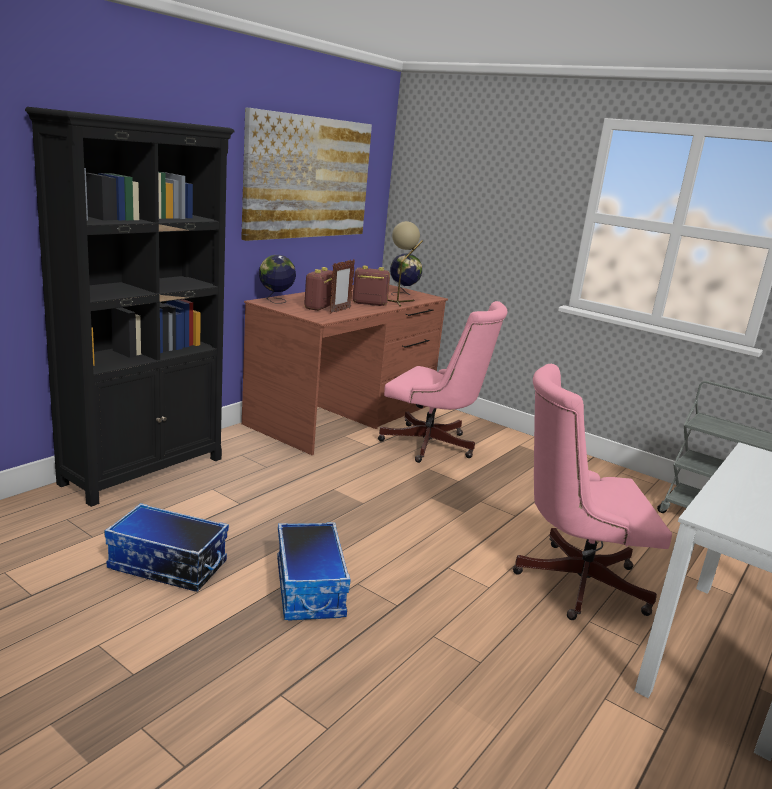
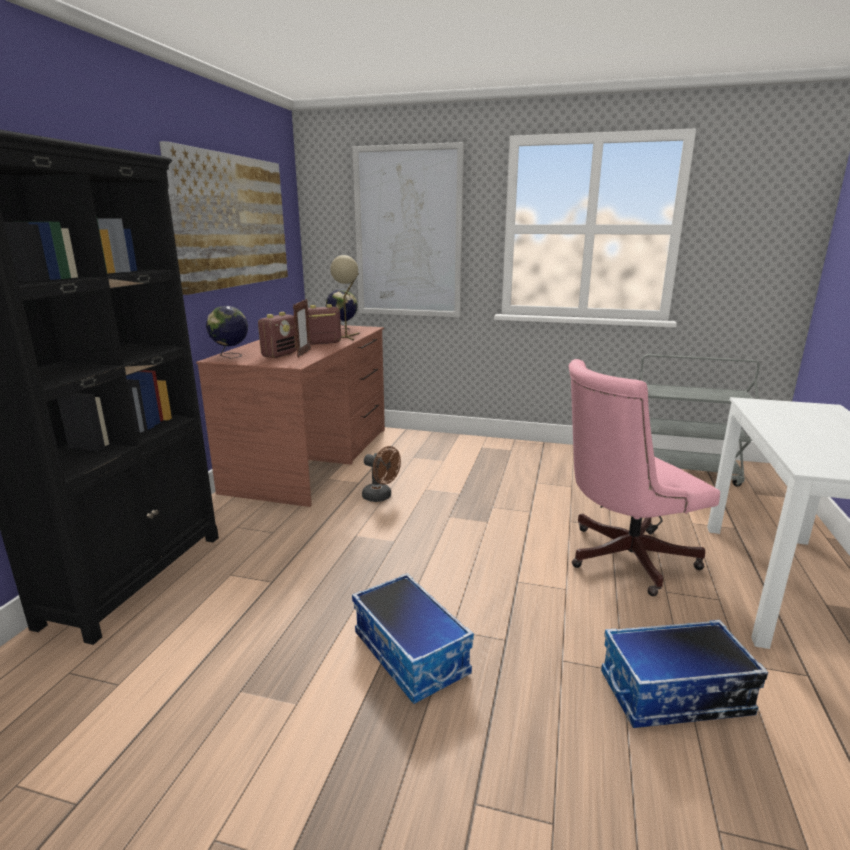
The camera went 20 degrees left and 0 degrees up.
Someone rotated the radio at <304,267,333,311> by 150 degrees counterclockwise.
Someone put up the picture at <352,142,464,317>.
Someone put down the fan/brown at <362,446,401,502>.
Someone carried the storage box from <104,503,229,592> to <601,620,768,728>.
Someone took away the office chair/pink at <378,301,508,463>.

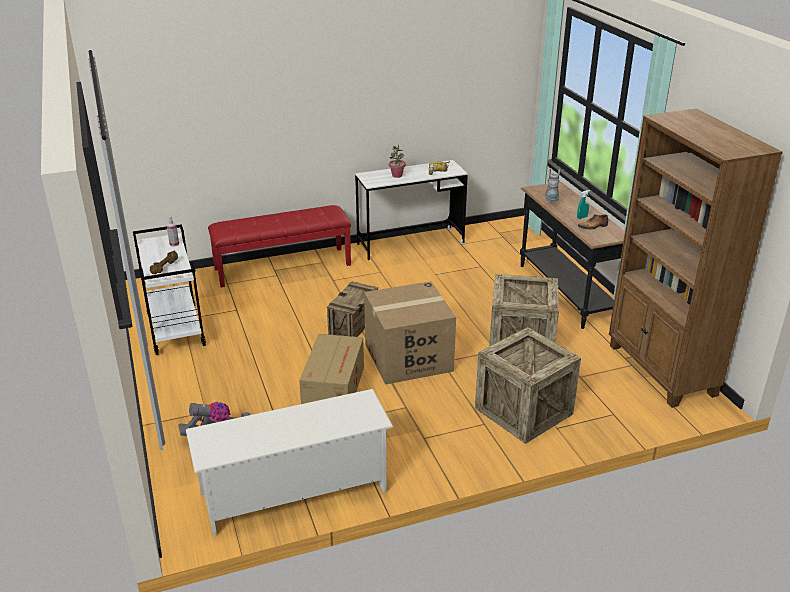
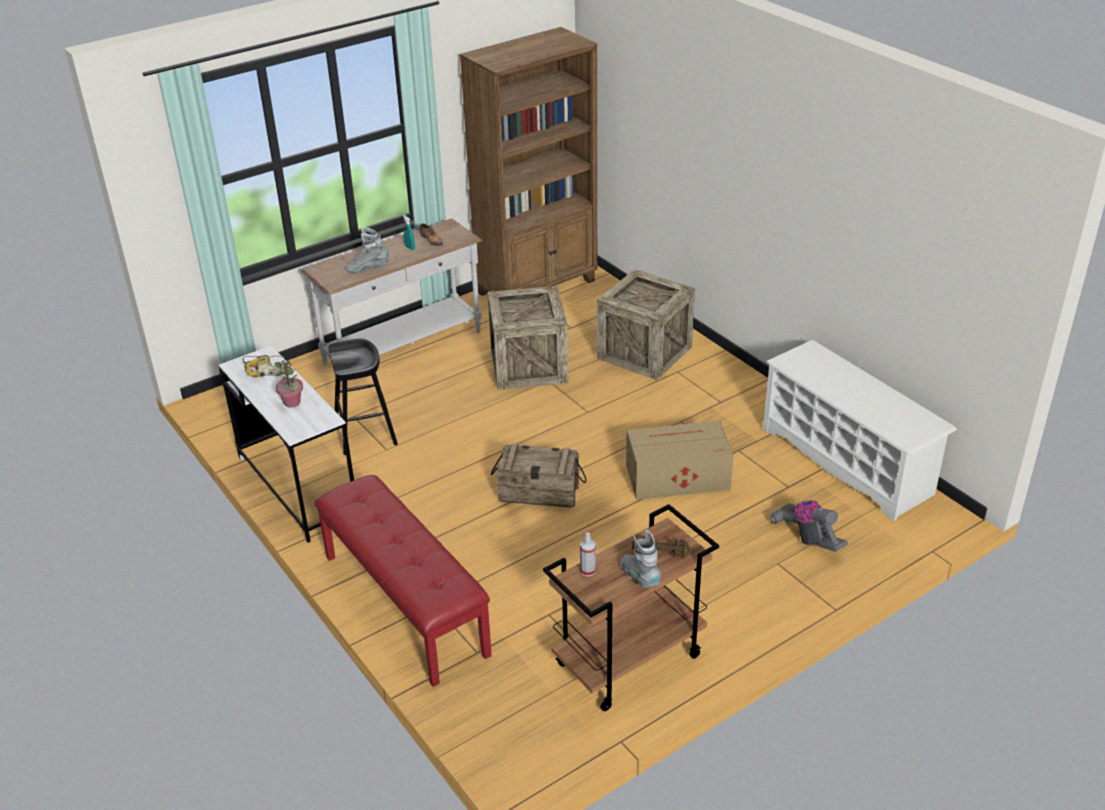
The camera went 105 degrees left and 5 degrees up.
Someone repainted the console table/black at <520,182,625,329>, which became the console table/white at <302,218,483,385>.
Someone put down the stool/black at <329,338,398,455>.
Someone repainted the cart/white at <133,224,206,355>, which became the cart/brown at <543,504,719,711>.
Someone put down the boot/grey at <620,530,661,588>.
Someone took away the cardboard box at <364,281,456,385>.

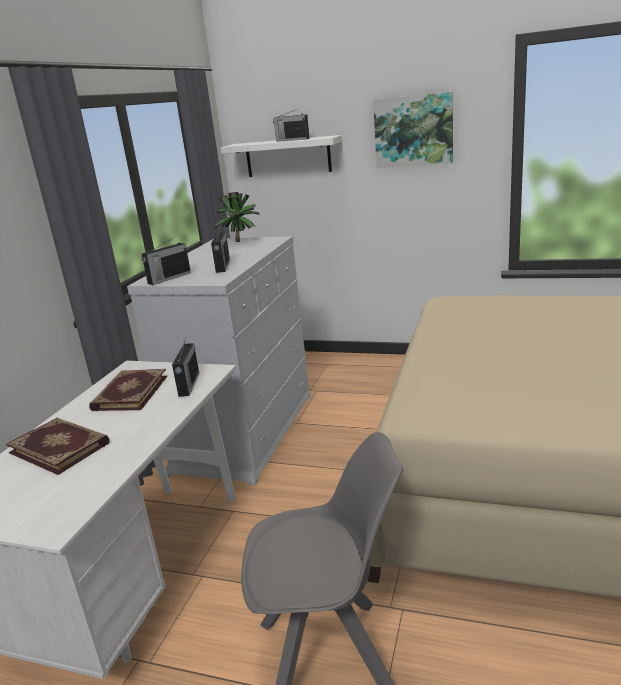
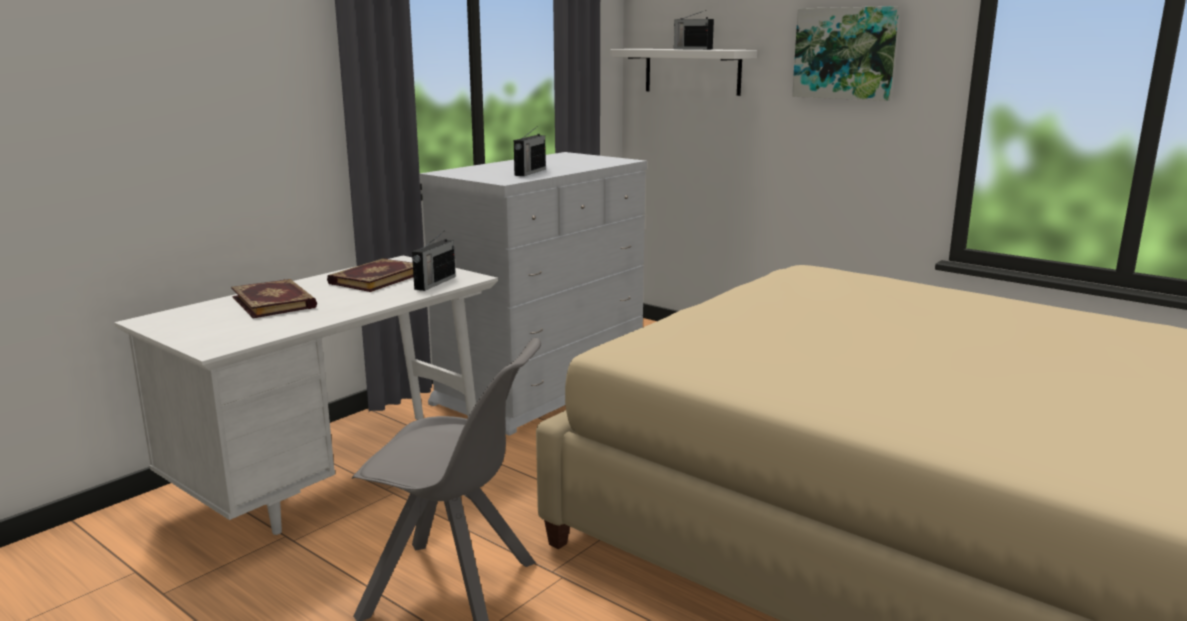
The camera went 20 degrees right and 5 degrees down.
Someone took away the radio at <142,238,191,285>.
Someone took away the potted plant at <214,192,260,242>.

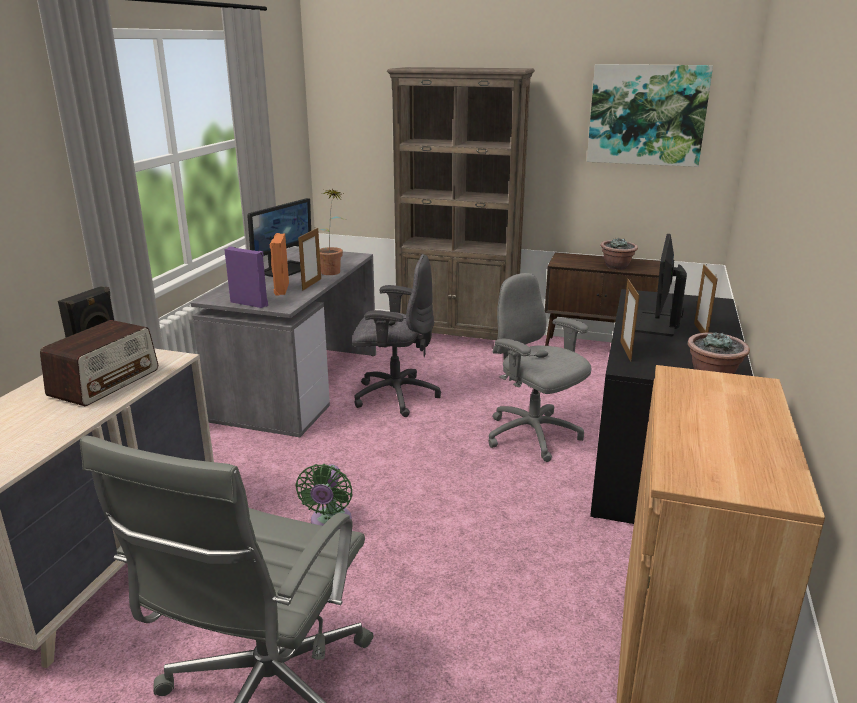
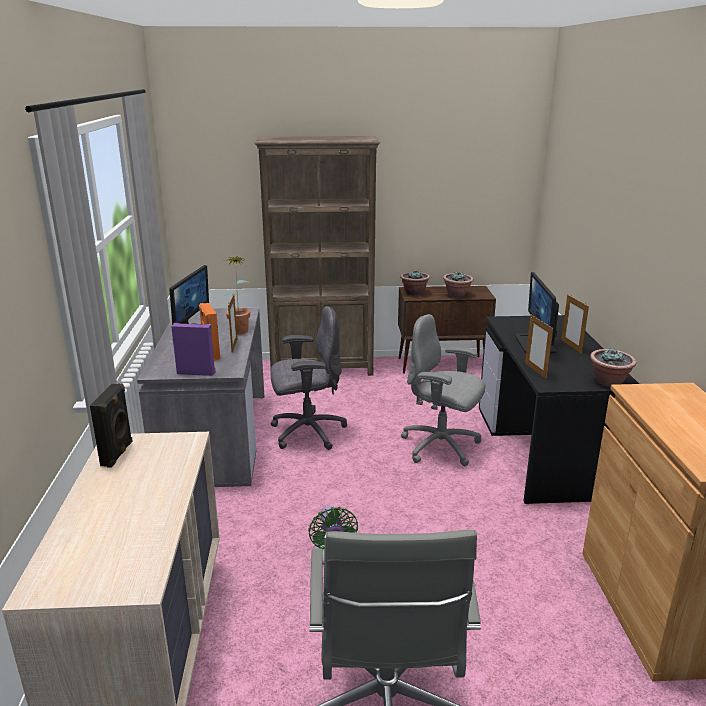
The camera went 20 degrees left and 0 degrees up.
Someone put down the potted plant at <400,269,430,296>.
Someone took away the radio at <40,320,158,406>.
Someone took away the picture at <587,64,713,167>.

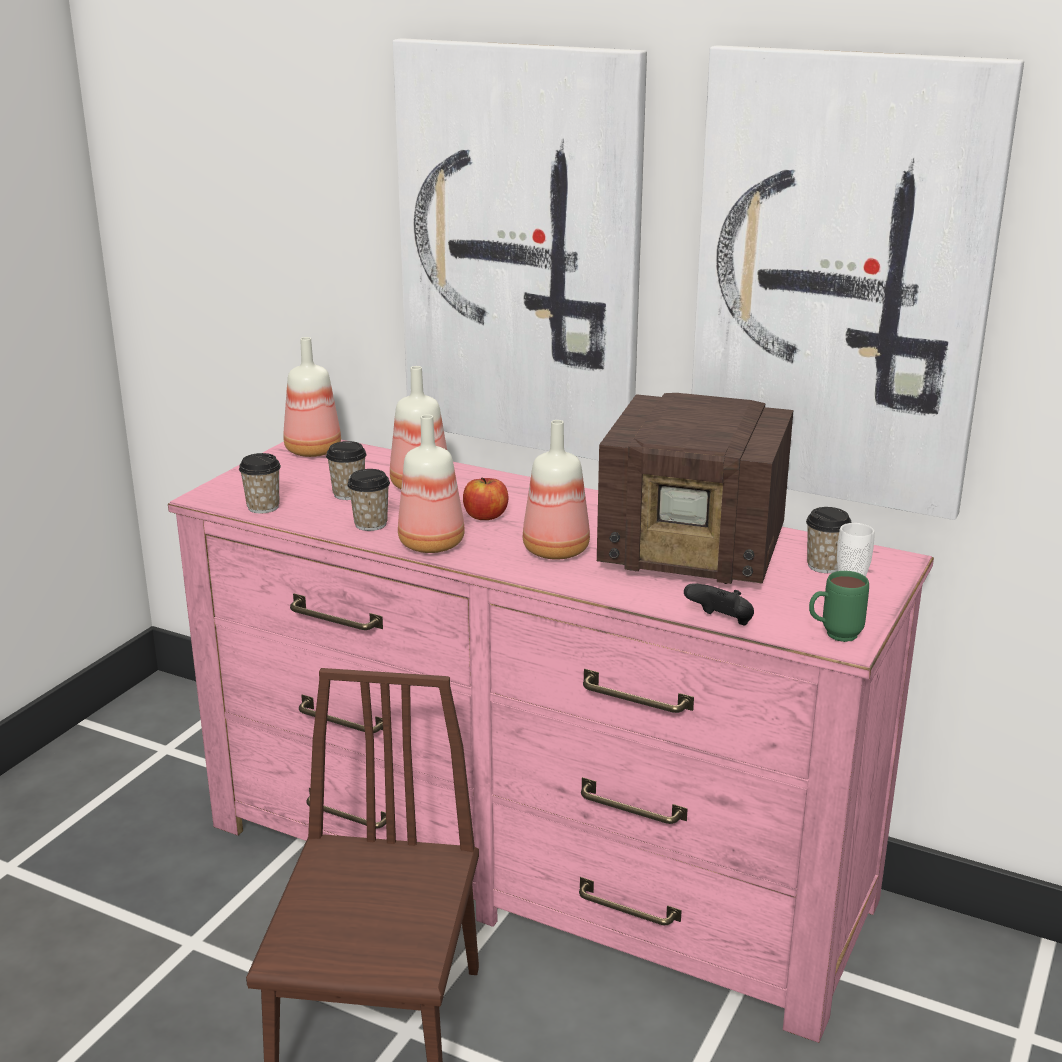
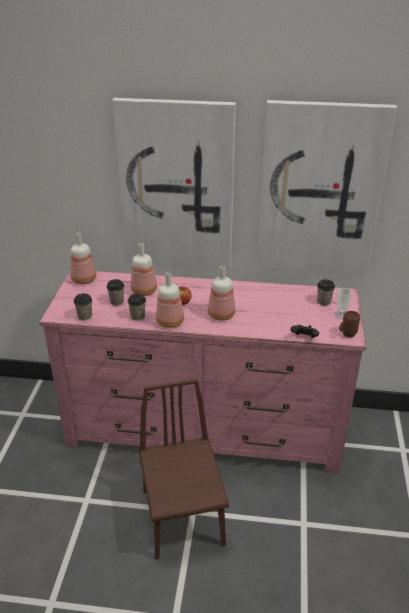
The camera went 20 degrees left and 10 degrees up.
Someone repainted the mug/green at <809,571,869,642>, which became the mug/brown at <339,311,360,338>.
Someone took away the radio at <597,393,793,584>.

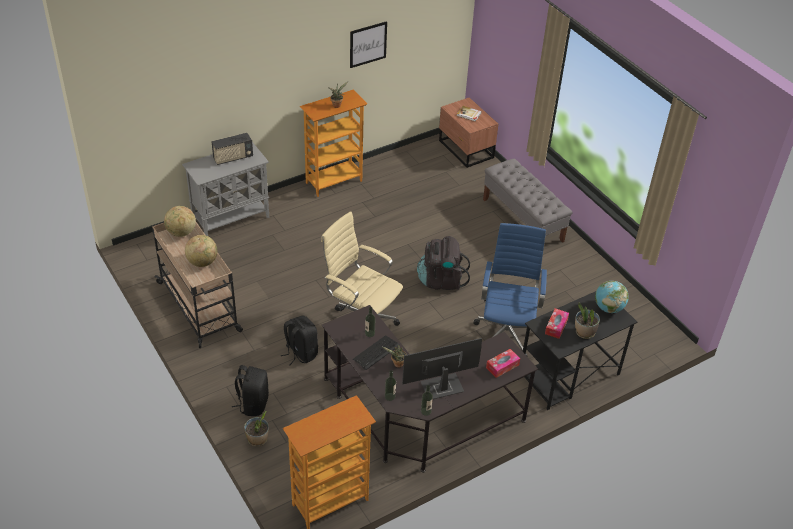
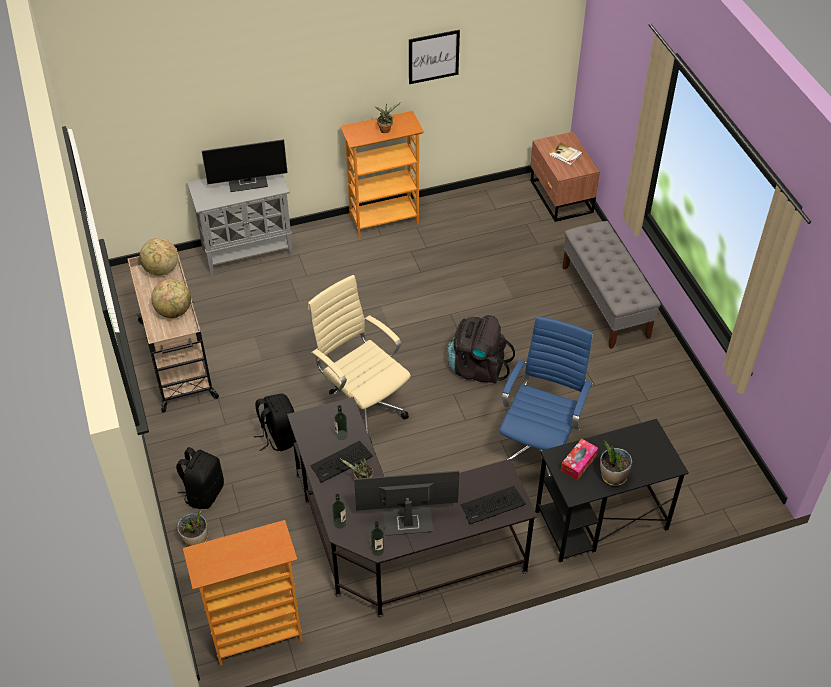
The camera went 15 degrees right and 5 degrees up.
Someone swapped the radio at <211,133,253,165> for the monitor at <202,139,288,192>.
Someone swapped the tissue box at <486,349,520,378> for the keyboard at <461,486,526,524>.
Someone took away the globe at <595,281,629,313>.

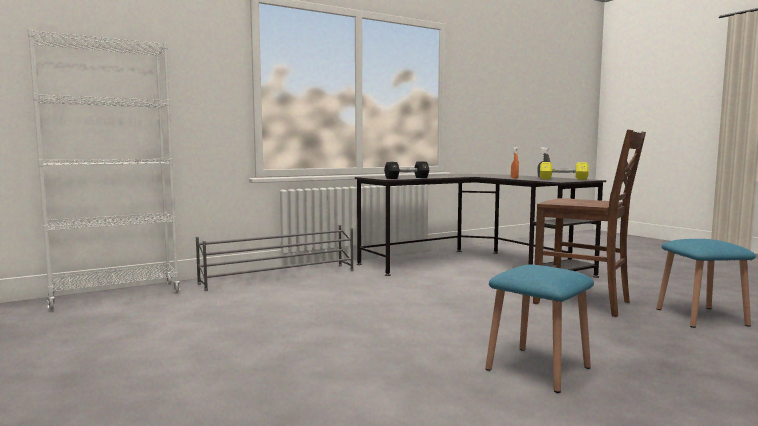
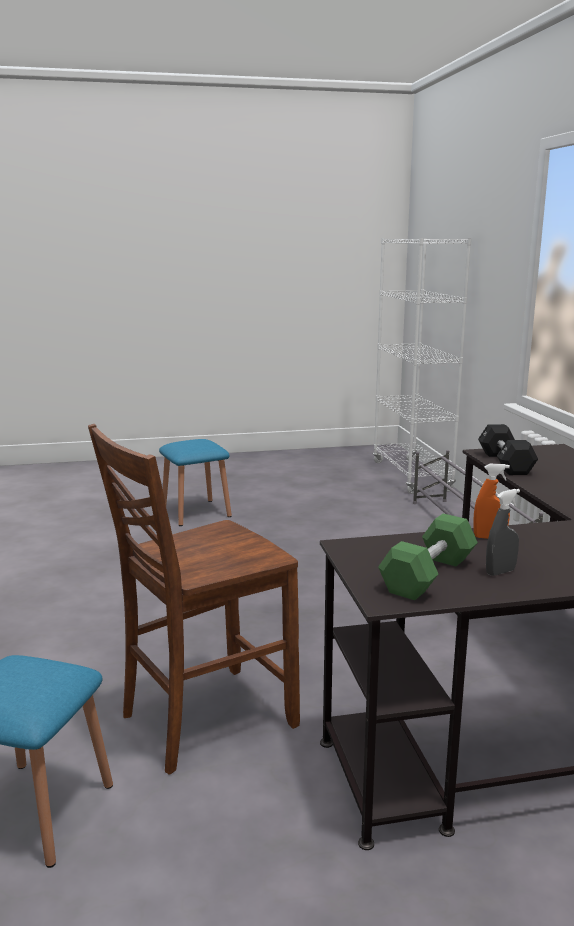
The camera went 110 degrees right and 10 degrees up.
Someone carried the stool/blue from <485,265,594,393> to <159,439,232,526>.
Someone repainted the dumbbell/yellow at <540,162,589,180>, which became the dumbbell/green at <378,514,478,600>.

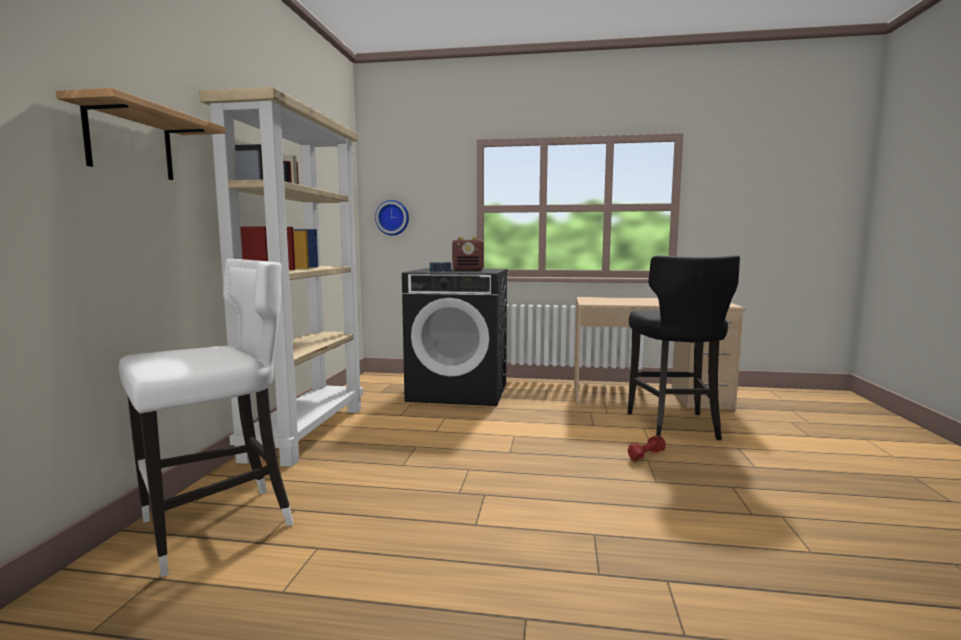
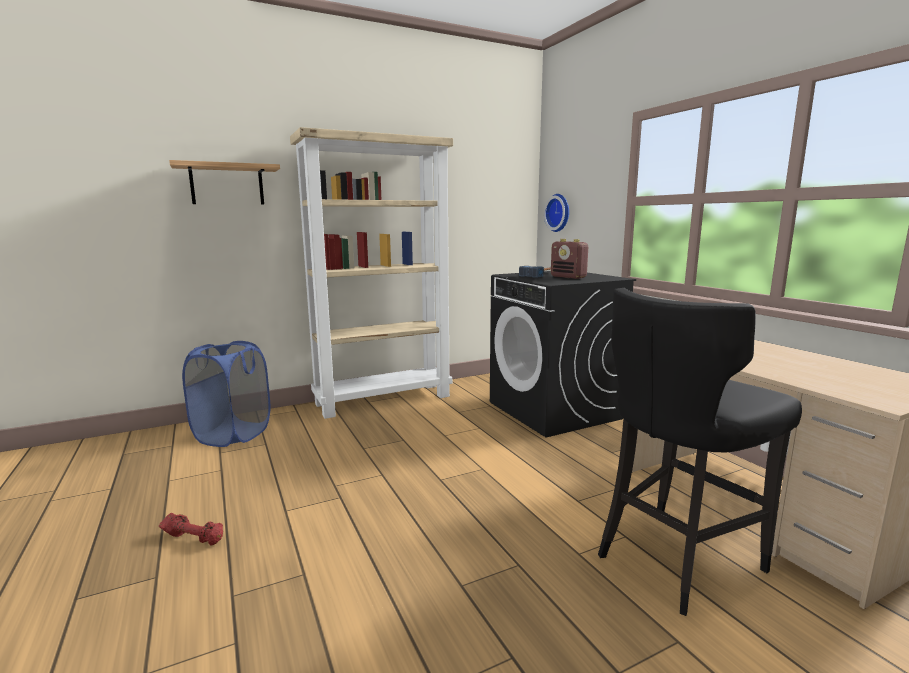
The camera went 55 degrees right and 5 degrees up.
Someone carried the dumbbell/red from <628,436,666,461> to <159,513,223,546>.
Someone swapped the stool/white at <119,259,293,577> for the laundry basket/blue at <182,341,270,447>.

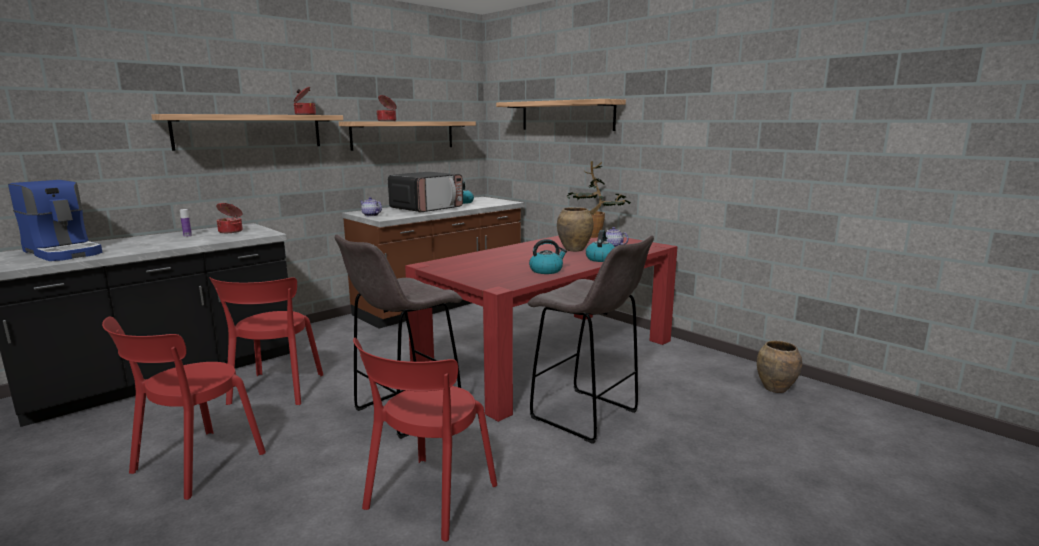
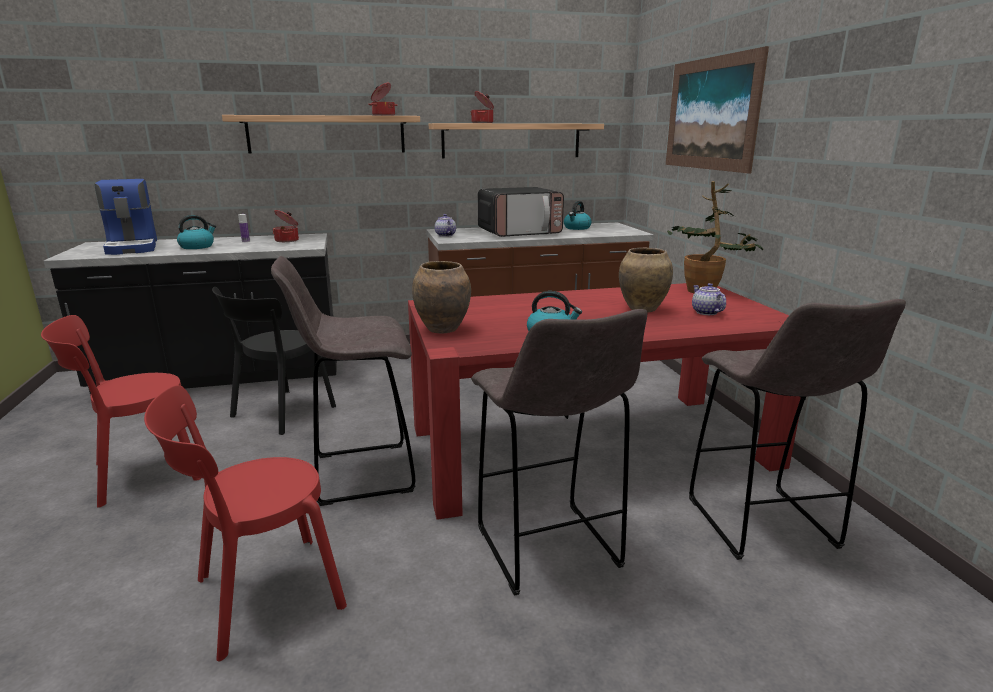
The camera went 30 degrees right and 5 degrees up.
Someone carried the kettle from <586,230,615,262> to <177,215,216,249>.
Someone repainted the chair/red at <209,277,323,405>, which became the chair/black at <212,287,336,435>.
Someone carried the vase/brown from <757,340,802,393> to <412,261,471,333>.
Someone swapped the shelf at <496,99,626,131> for the picture at <666,46,769,173>.
Someone put down the stool/grey at <689,299,906,560>.

